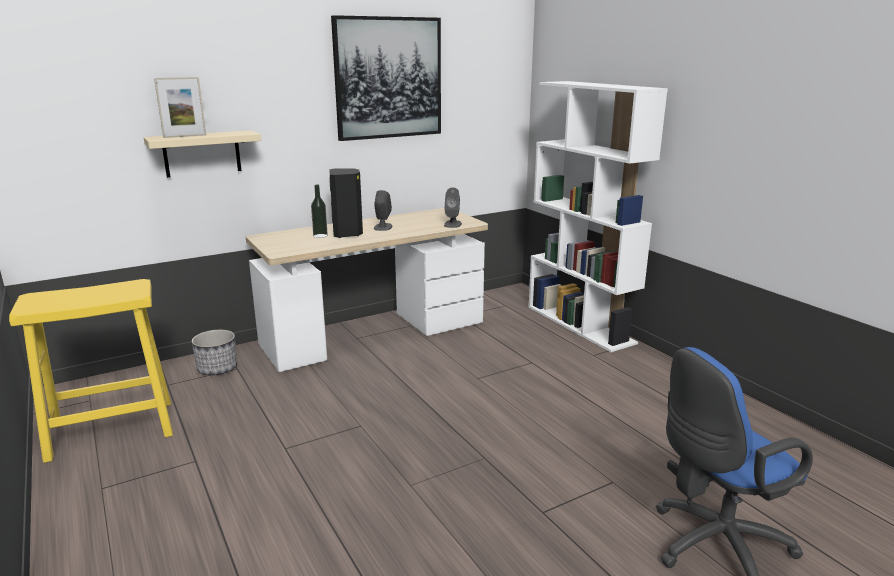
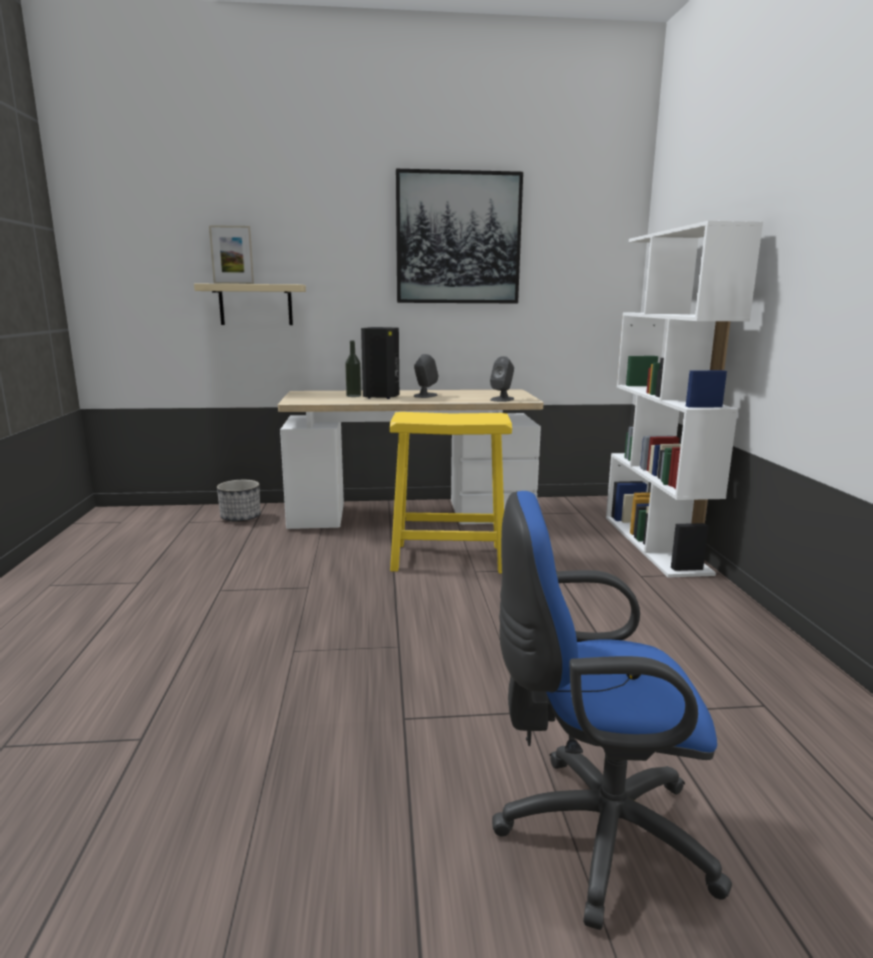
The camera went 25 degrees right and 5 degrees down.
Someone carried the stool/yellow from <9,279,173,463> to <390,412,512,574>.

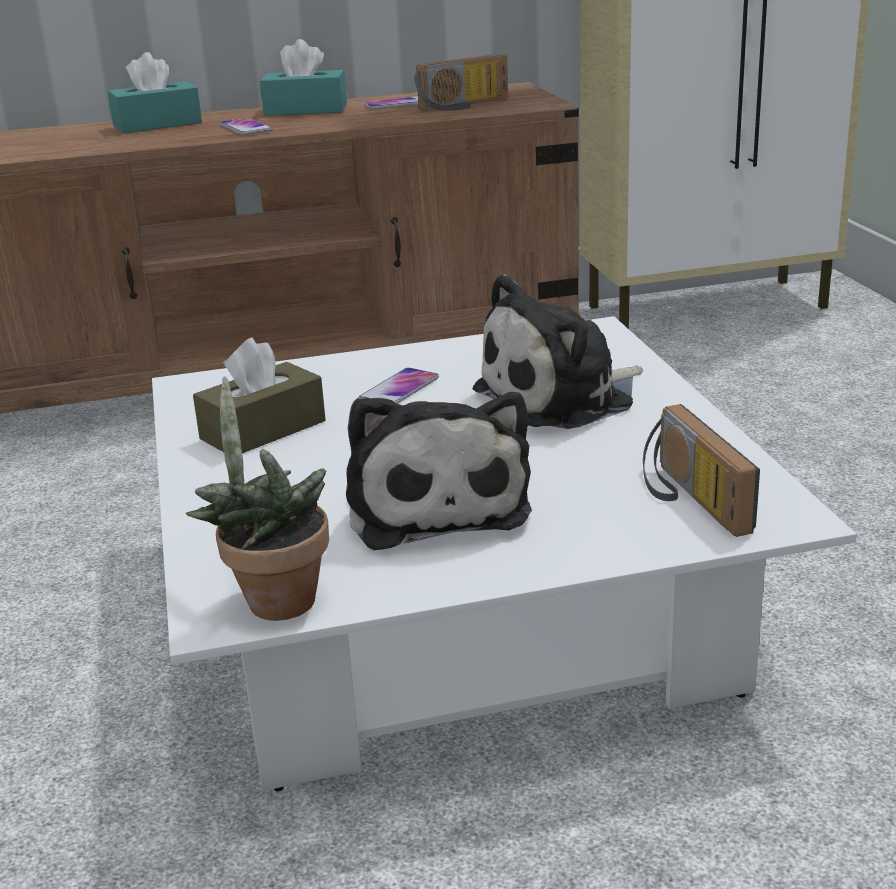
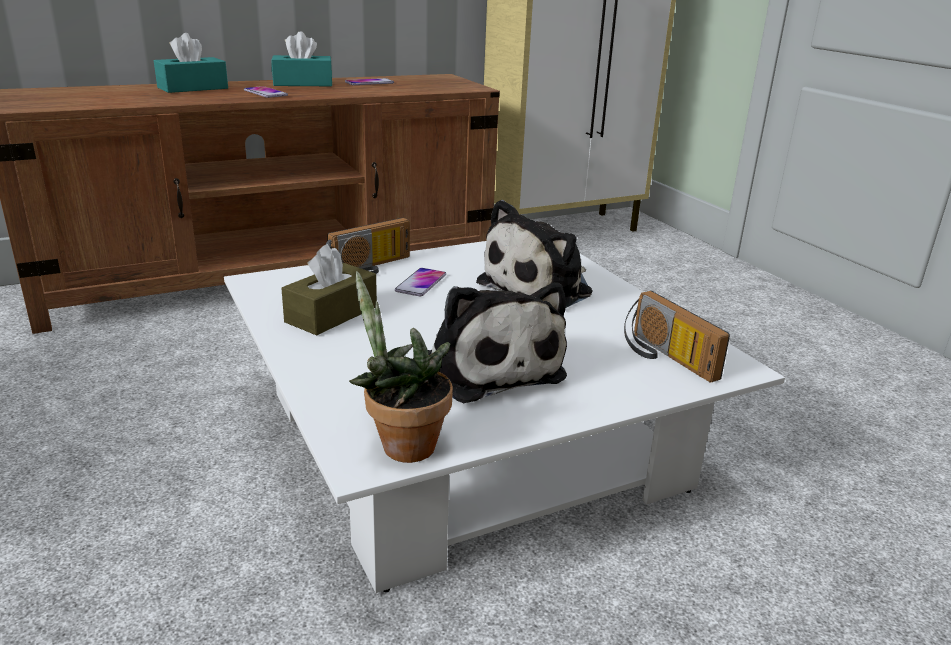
The camera went 15 degrees left and 0 degrees up.
Someone carried the radio from <414,54,508,111> to <326,218,410,274>.

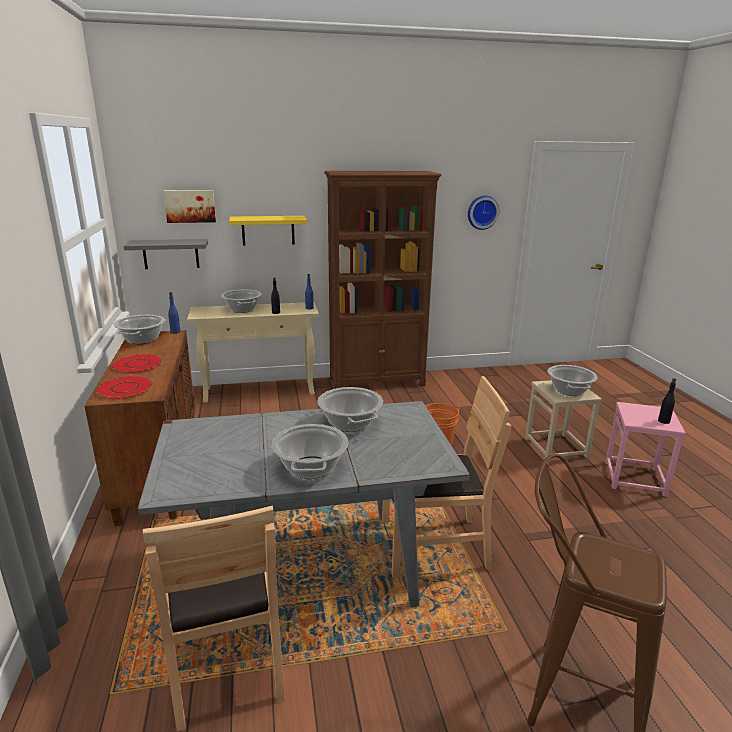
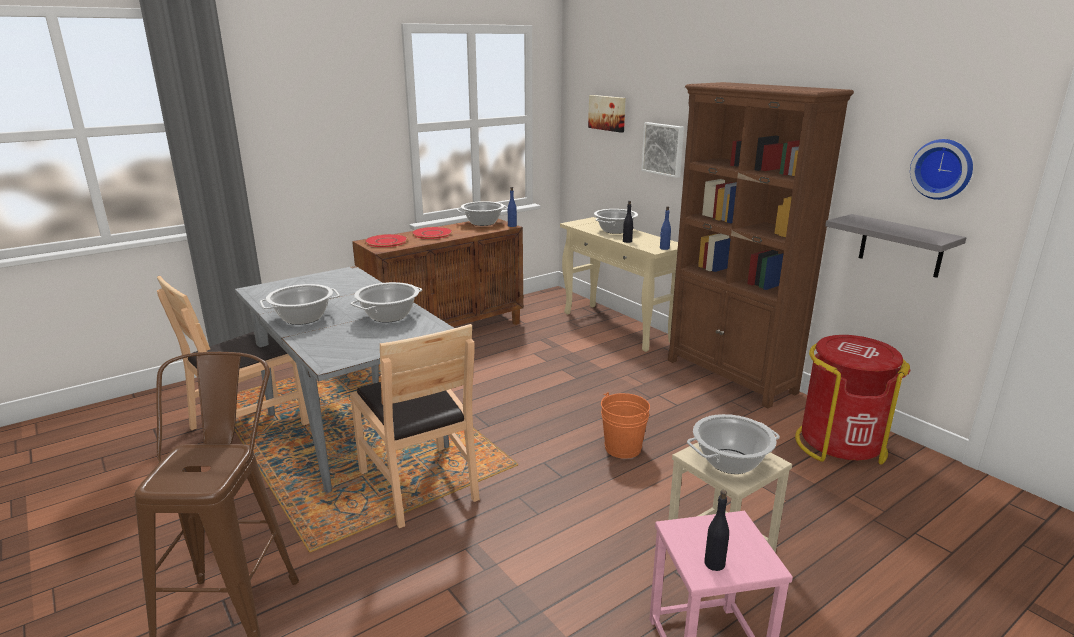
The camera went 65 degrees right and 0 degrees up.
Someone swapped the shelf/yellow at <229,216,307,245> for the picture at <641,122,684,178>.
Someone put down the trash can/red at <795,335,910,465>.
Someone carried the shelf/grey from <123,239,208,269> to <825,214,967,278>.

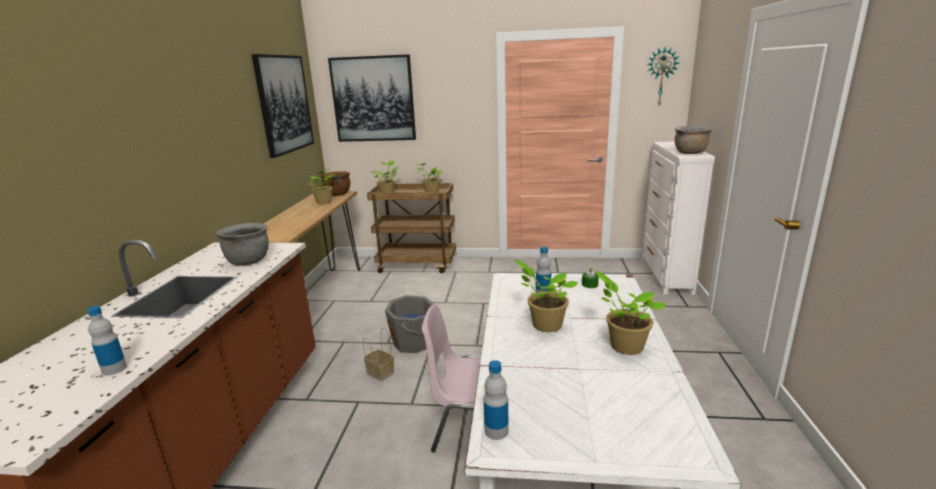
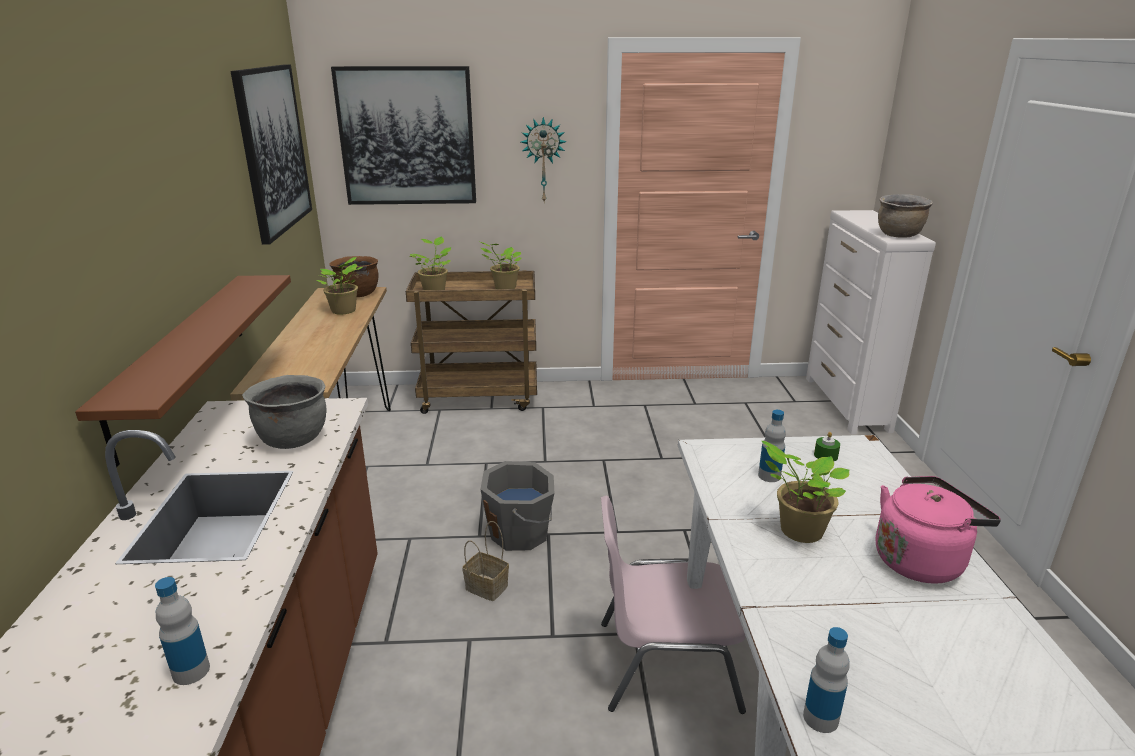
The camera went 10 degrees left and 5 degrees up.
Someone put up the shelf/brown at <75,275,291,468>.
Someone carried the wall clock from <647,47,680,106> to <521,117,567,202>.
Someone swapped the potted plant at <595,271,666,355> for the kettle/pink at <876,476,1001,584>.

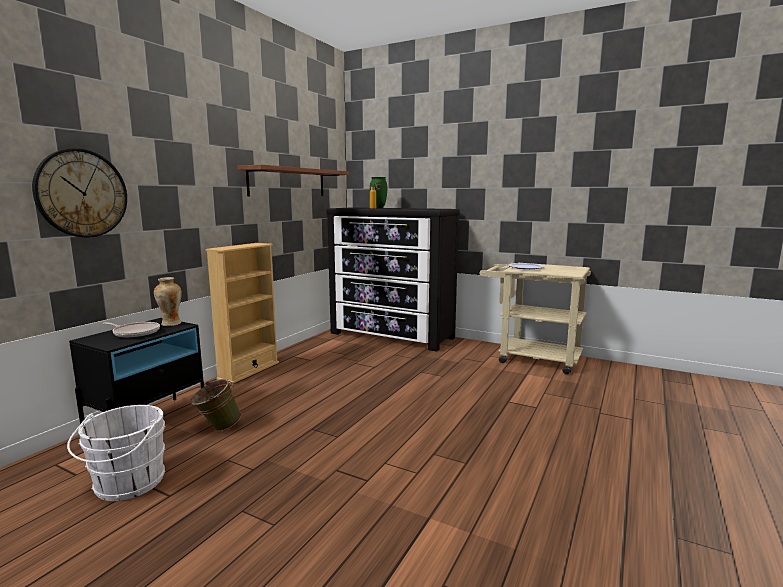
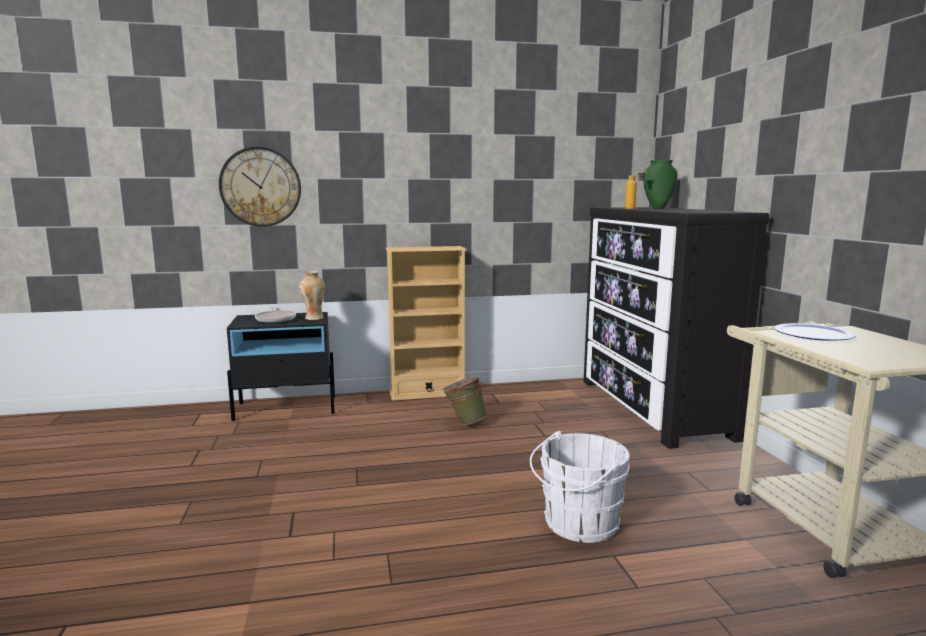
The camera went 50 degrees right and 0 degrees up.
Someone carried the bucket/green from <191,379,241,431> to <442,375,487,425>.
Someone carried the bucket/white from <67,405,166,501> to <530,431,630,543>.
Someone took away the shelf at <237,165,349,197>.

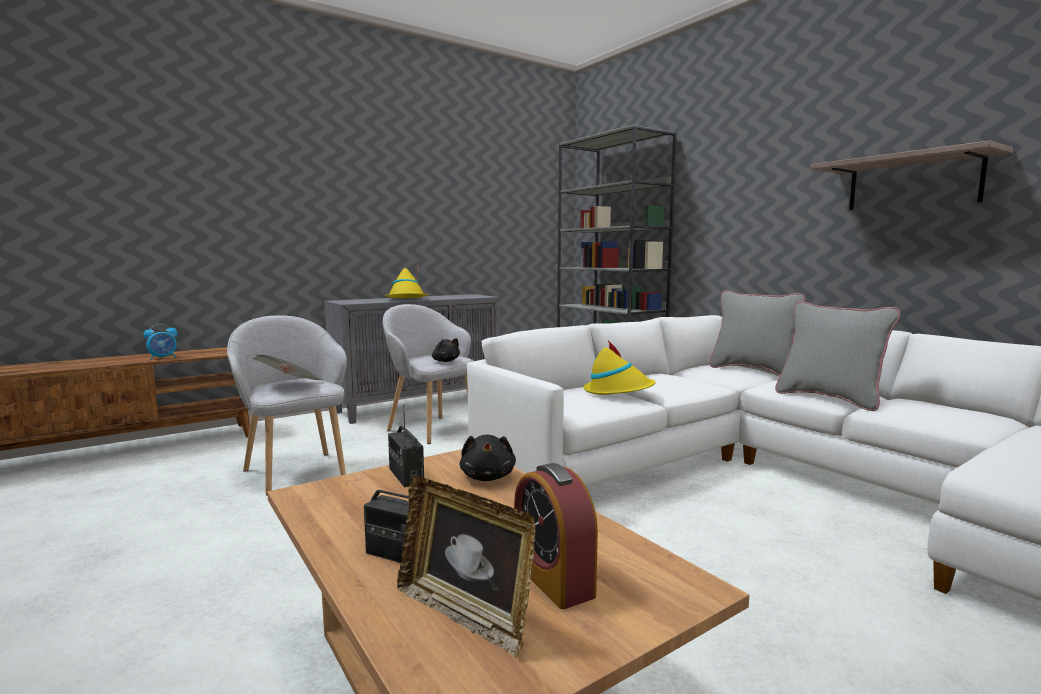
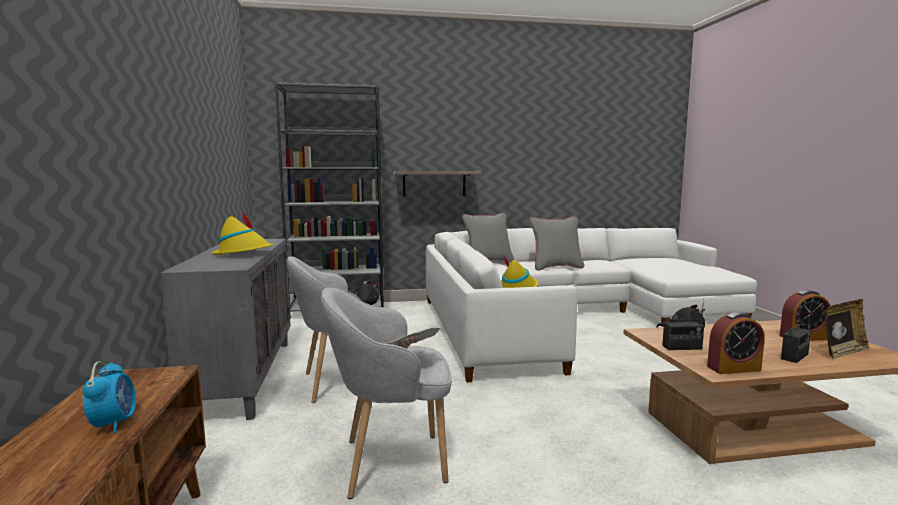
The camera went 65 degrees left and 0 degrees up.
Someone carried the shelf from <810,140,1013,210> to <394,172,481,197>.
Someone put down the alarm clock at <707,312,765,374>.

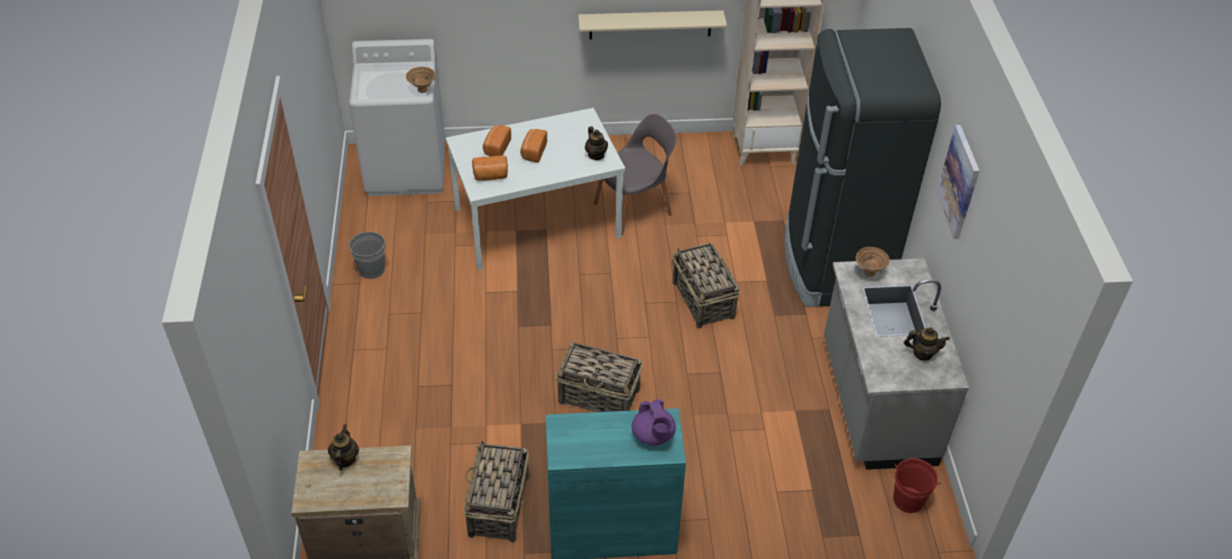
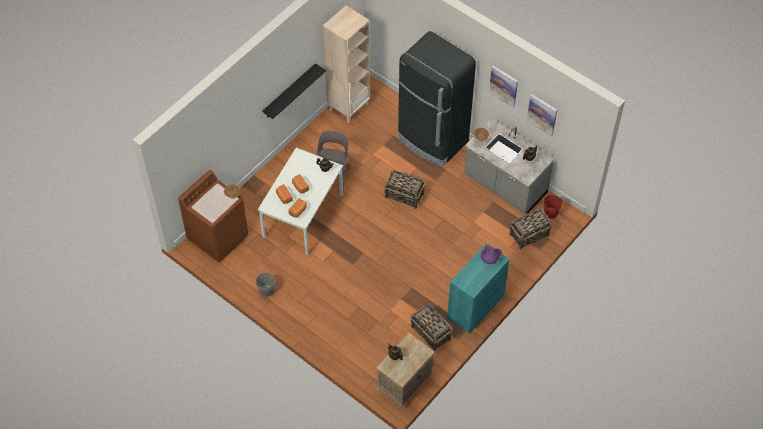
The camera went 45 degrees left and 10 degrees up.
Someone repainted the washing machine/white at <349,39,445,196>, which became the washing machine/brown at <178,170,248,262>.
Someone repainted the shelf/beige at <578,10,727,40>, which became the shelf/black at <262,63,326,119>.
Someone carried the basket from <556,342,643,412> to <509,208,552,249>.
Someone put up the picture at <527,94,557,137>.

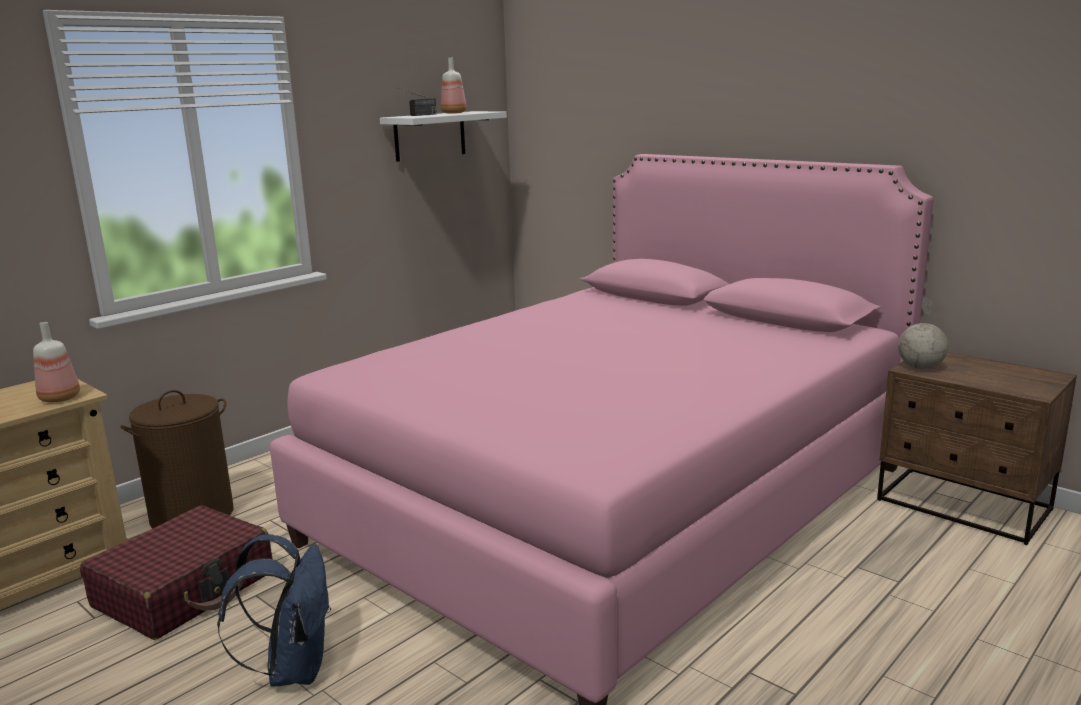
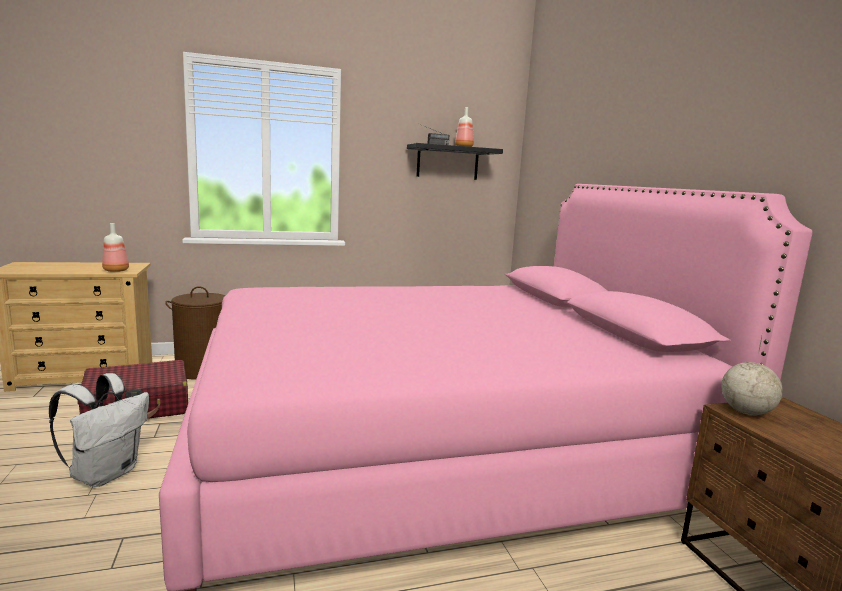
The camera went 30 degrees right and 5 degrees down.
Someone repainted the backpack/blue at <217,534,331,686>, which became the backpack/white at <49,373,149,487>.
Someone repainted the shelf/white at <380,111,507,162>, which became the shelf/black at <407,143,503,180>.

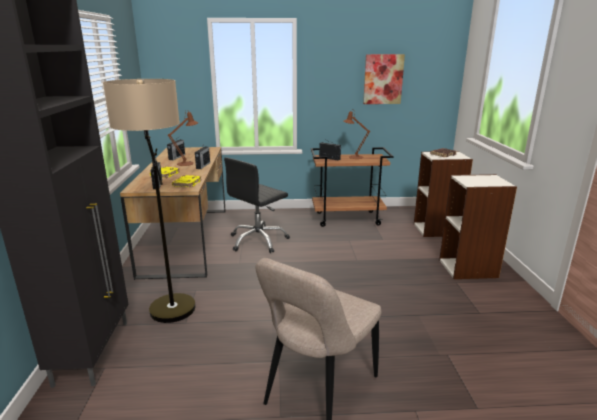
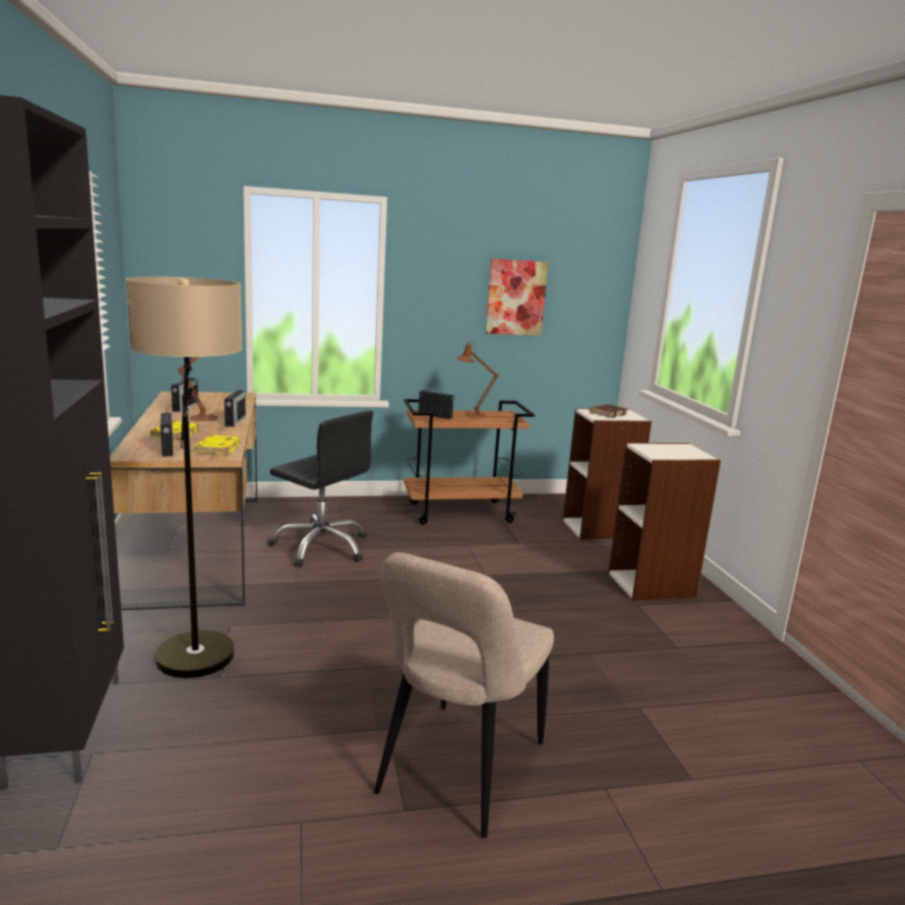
The camera went 10 degrees left and 5 degrees down.
Someone rotated the office chair/black at <224,157,290,253> by 90 degrees counterclockwise.

